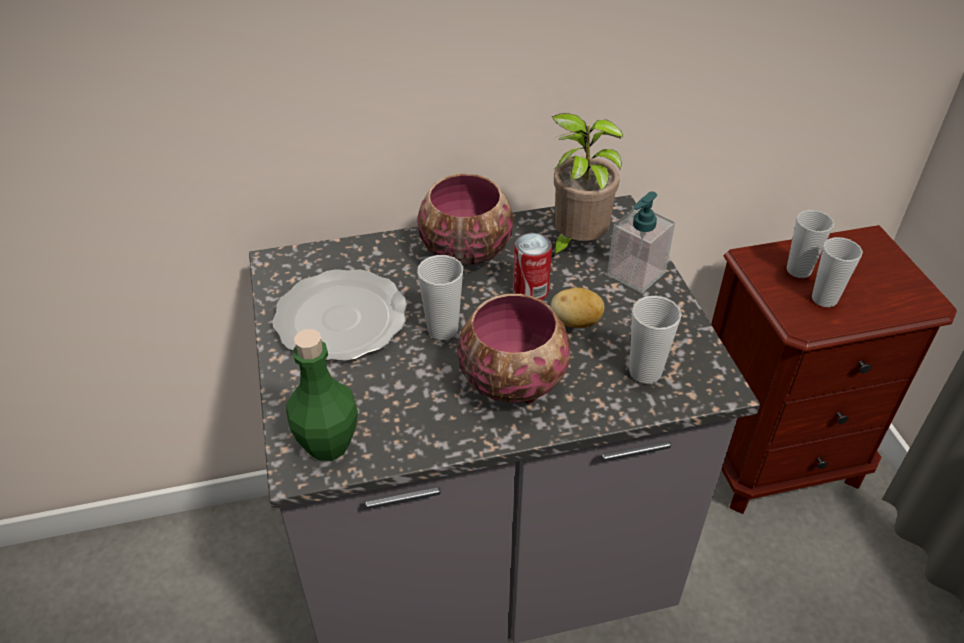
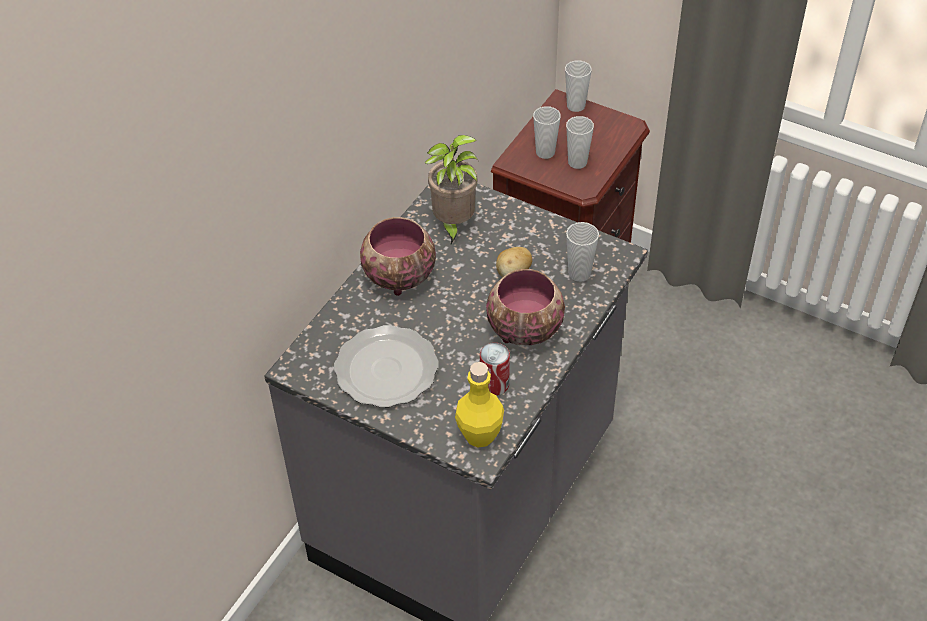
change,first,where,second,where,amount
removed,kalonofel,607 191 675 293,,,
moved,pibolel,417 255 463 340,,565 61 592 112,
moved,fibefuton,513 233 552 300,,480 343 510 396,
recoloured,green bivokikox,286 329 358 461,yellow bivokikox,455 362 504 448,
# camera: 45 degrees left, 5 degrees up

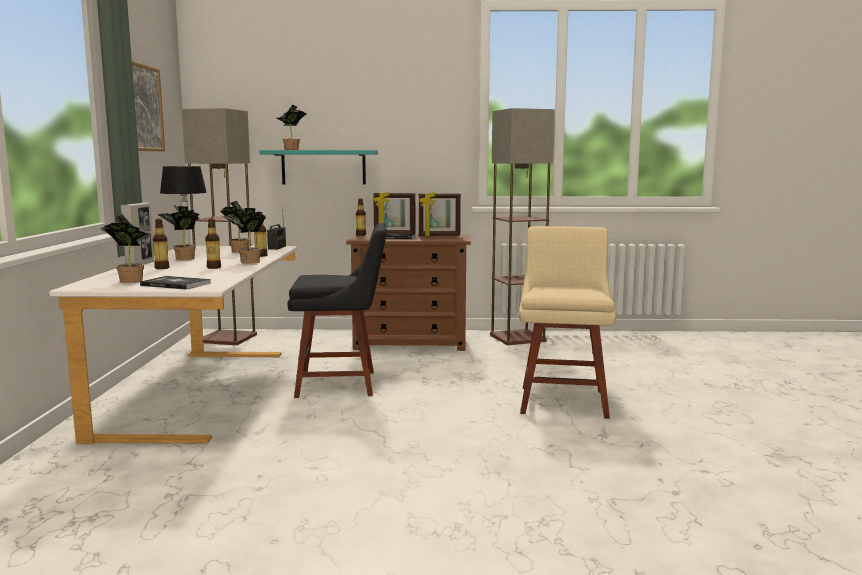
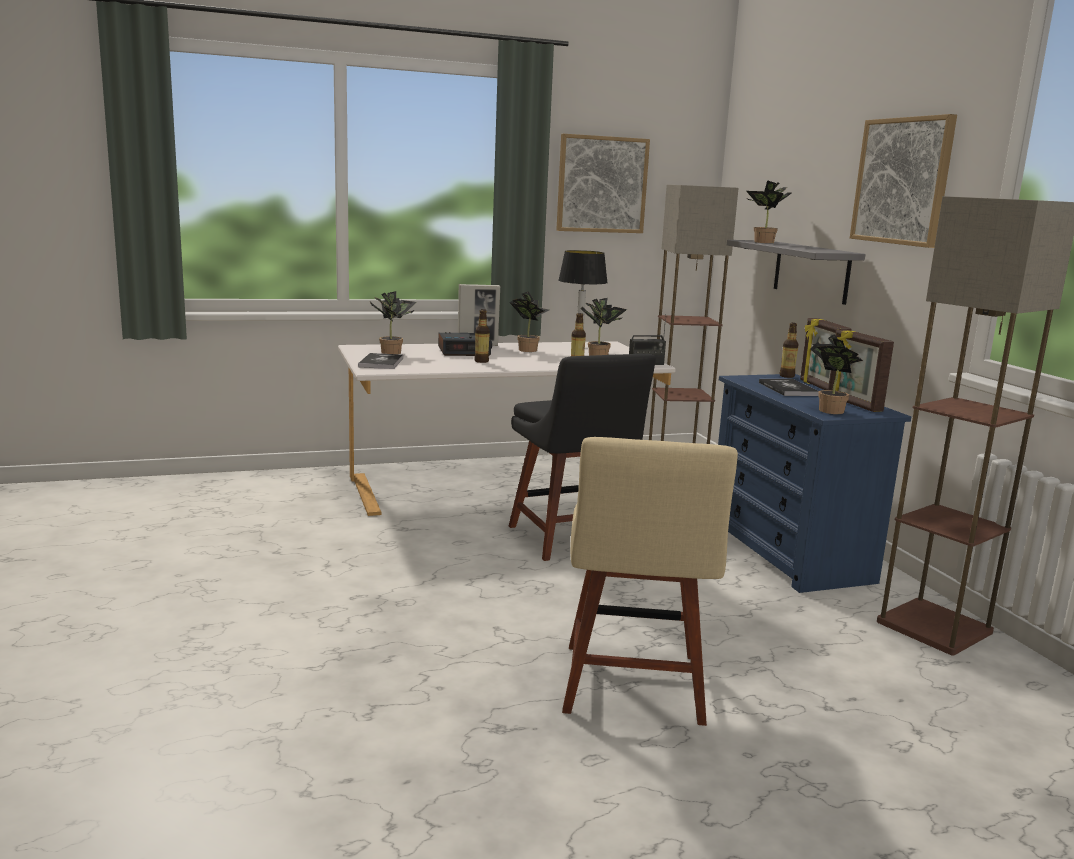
change,first,where,second,where,amount
added,,,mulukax,850 114 957 248,
moved,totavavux,222 207 266 264,,811 334 863 414,
replaced,bivokikox,153 219 169 269,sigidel,438 332 492 356,
recoloured,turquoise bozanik,259 150 378 185,grey bozanik,727 240 866 305,
recoloured,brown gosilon,346 234 471 351,blue gosilon,718 374 911 593,
turned,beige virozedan,519 226 616 419,,562 437 738 726,105 degrees clockwise
# camera: 70 degrees right, 5 degrees up

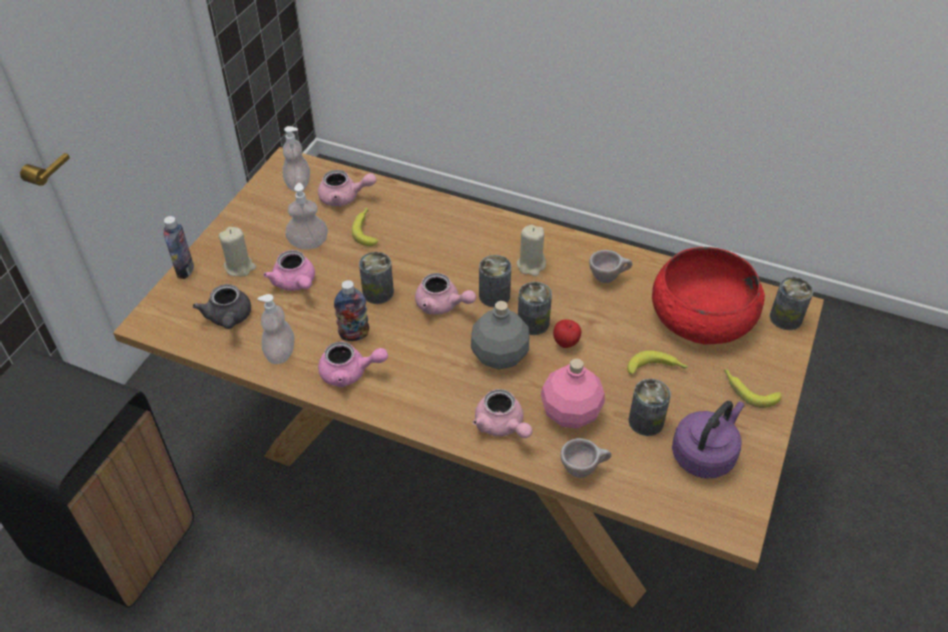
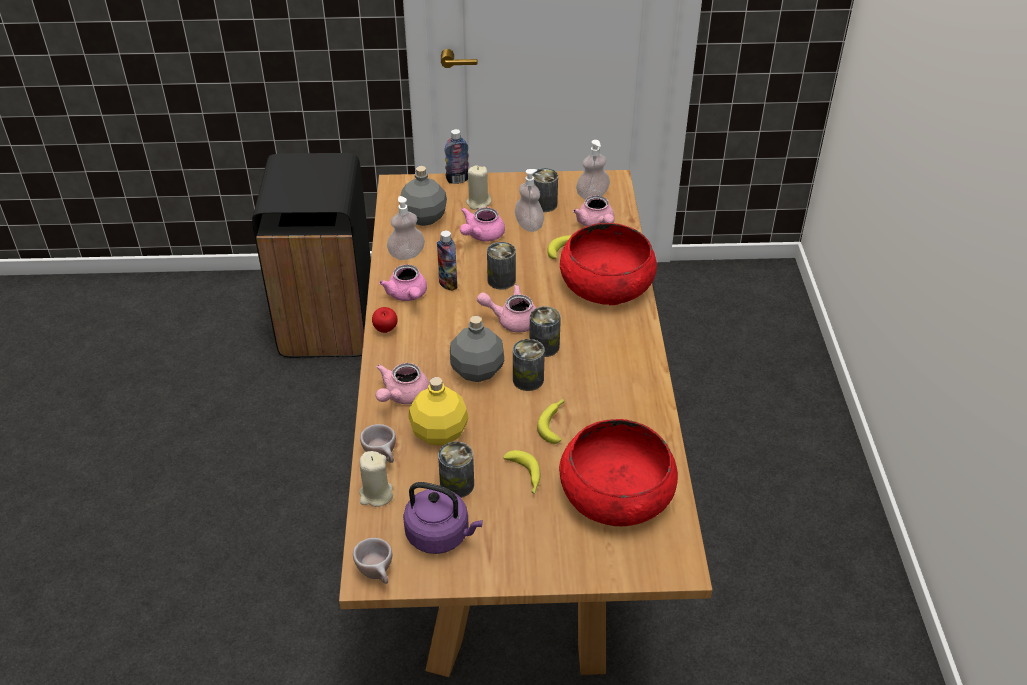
change,first,where,second,where,amount
added,,,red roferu,560 223 657 305,
moved,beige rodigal,517 224 546 276,,359 451 393 507,
moved,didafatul,553 319 581 348,,372 307 398 333,
moved,beige pibolel,589 250 632 283,,353 538 392 584,
moved,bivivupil,724 369 781 408,,537 398 564 444,
moved,fibefuton,770 277 813 330,,532 168 558 212,
replaced,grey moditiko,193 284 251 329,grey bivokikox,400 166 447 226,
recoloured,pink bivokikox,541 358 605 428,yellow bivokikox,409 377 468 445,
turned,pink moditiko,415 273 476 314,,477 284 536 333,90 degrees clockwise
# camera: 65 degrees right, 5 degrees down

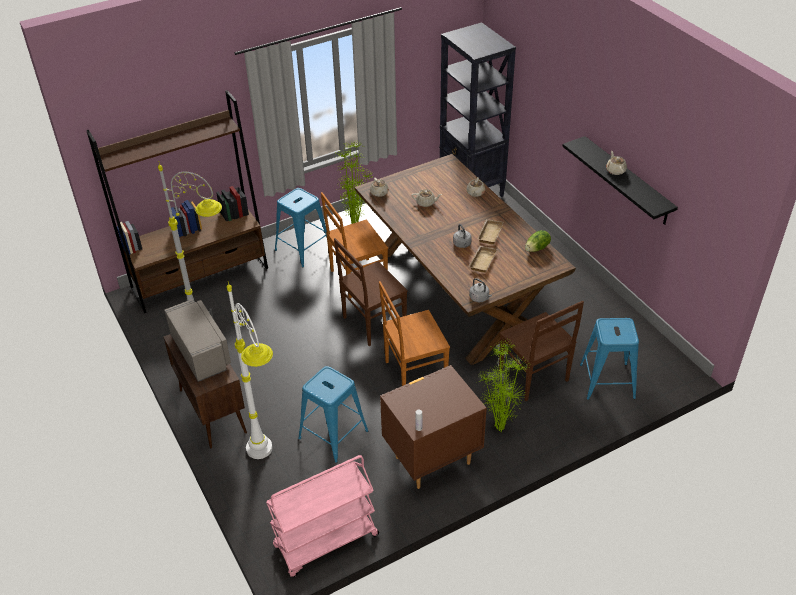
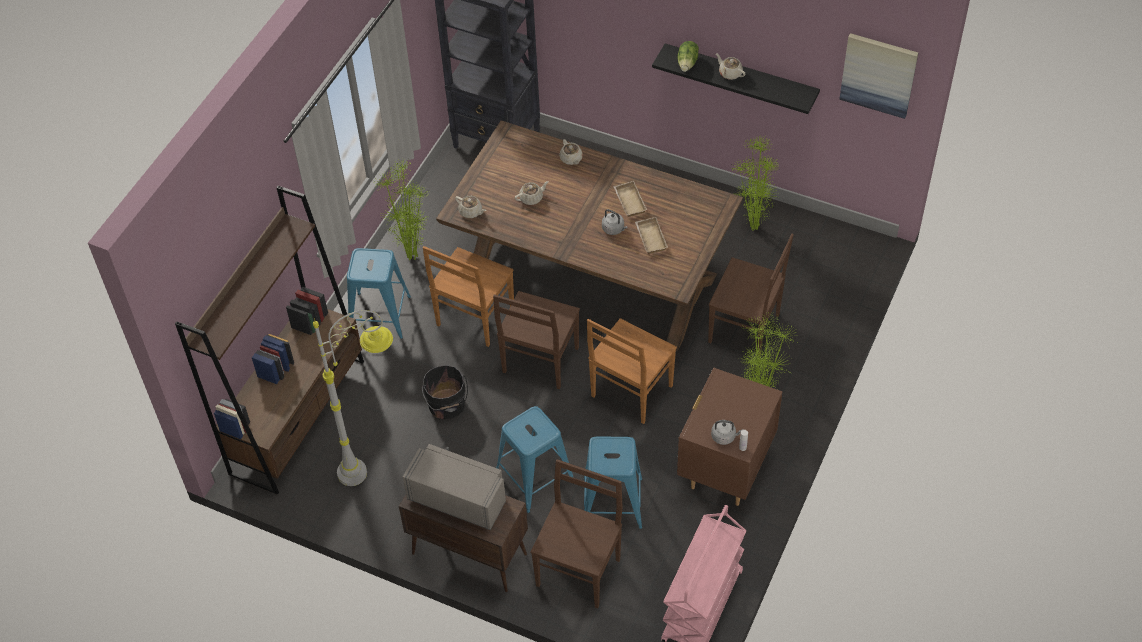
change,first,where,second,where,amount
added,,,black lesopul,422 365 468 419,
added,,,totavavux,730 136 780 231,
added,,,mulukax,839 33 918 119,
moved,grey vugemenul,469 278 492 302,,711 420 743 445,
moved,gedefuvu,525 230 551 252,,677 41 699 72,
moved,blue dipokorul,580 318 639 400,,496 406 574 513,
replaced,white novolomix,227 281 273 459,brown virozedan,530 459 623 609,
# camera: 35 degrees left, 10 degrees up

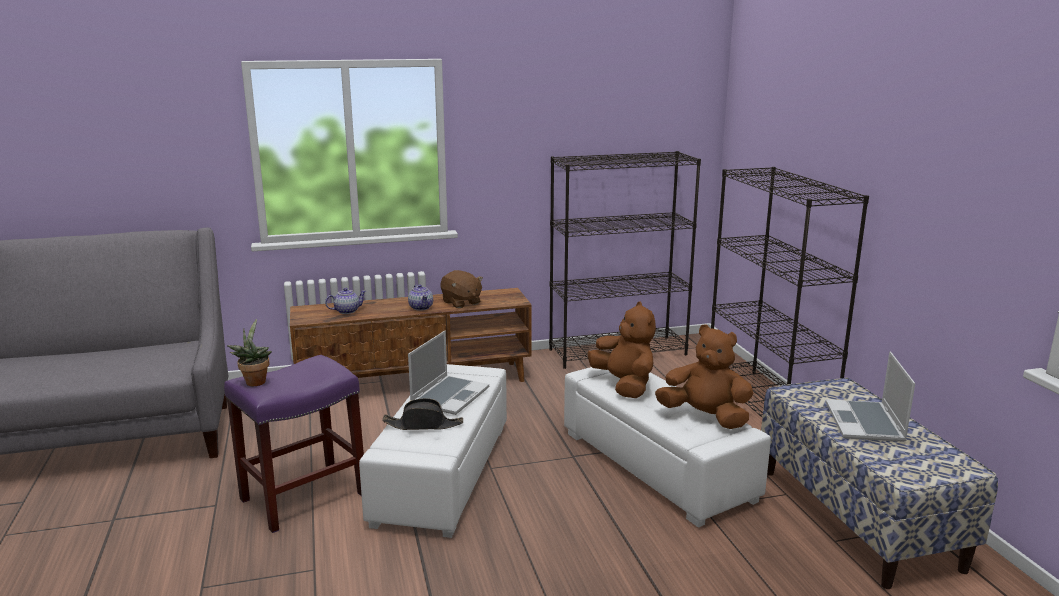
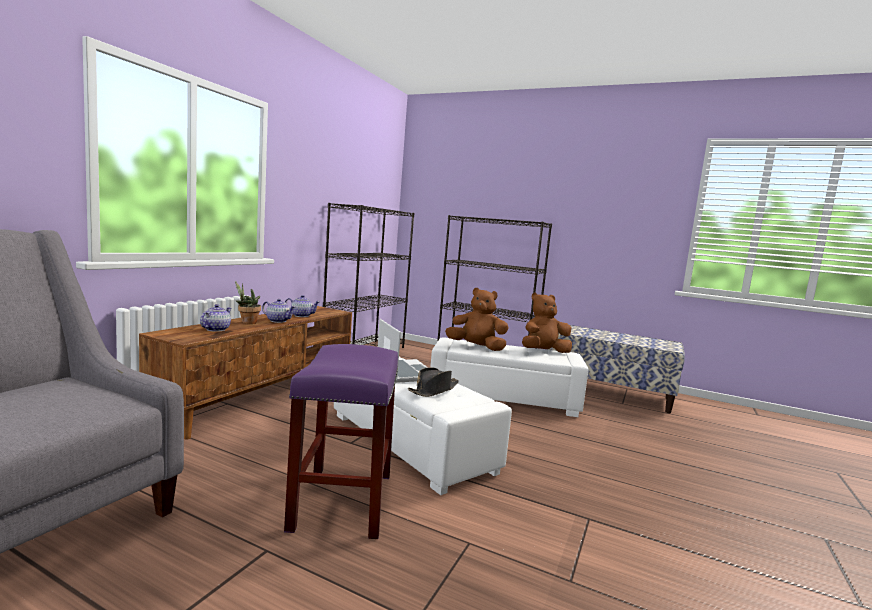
change,first,where,second,where,amount
removed,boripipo,826 351 915 442,,,
moved,totavavux,227 319 272 386,,235 281 261 324,
replaced,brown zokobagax,440 270 483 308,moditiko,285 295 320 317,
# camera: 50 degrees left, 10 degrees down

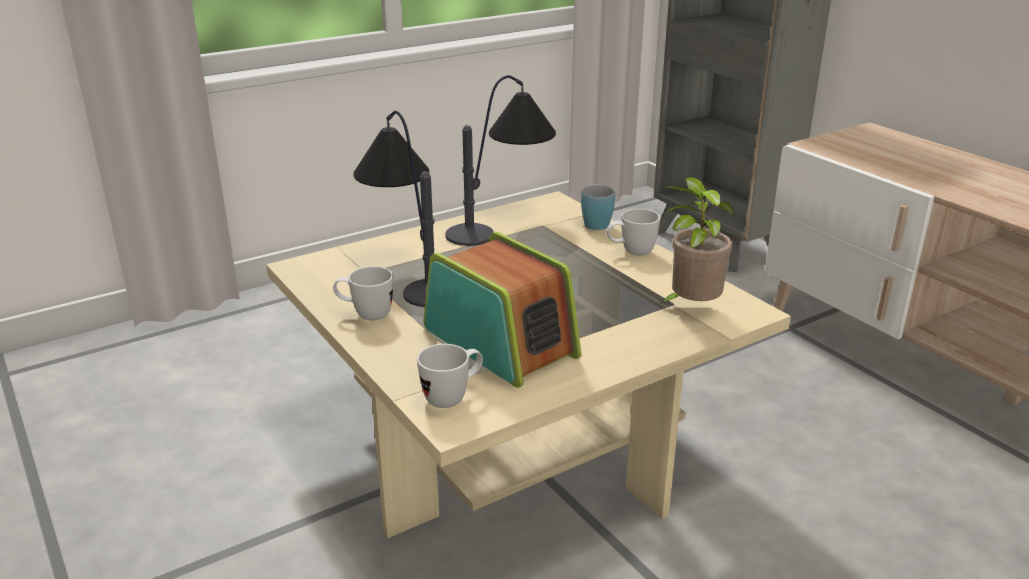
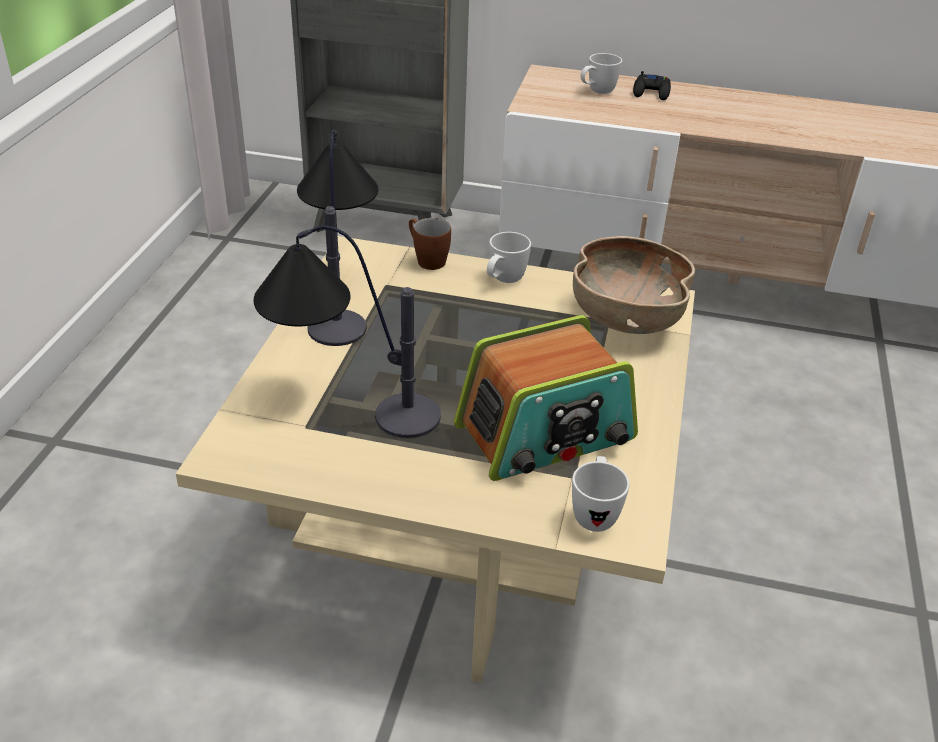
change,first,where,second,where,amount
added,,,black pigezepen,633 71 671 100,
moved,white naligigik,333 266 393 320,,580 53 622 94,
replaced,totavavux,659 177 734 304,brown roferu,573 236 695 334,
recoloured,blue naligigik,581 185 615 230,brown naligigik,409 218 451 270,
turned,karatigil,423 232 581 388,,454 315 638 481,150 degrees clockwise
# camera: 45 degrees left, 10 degrees up

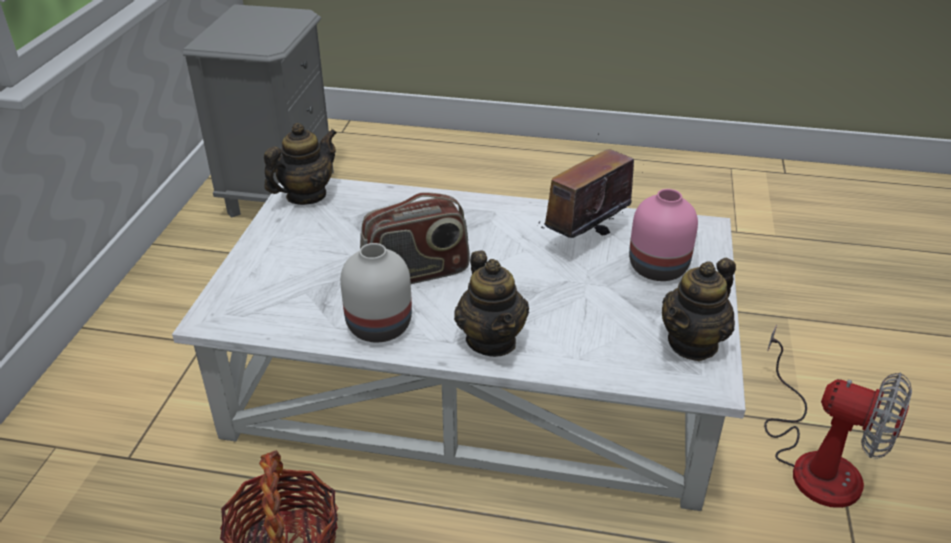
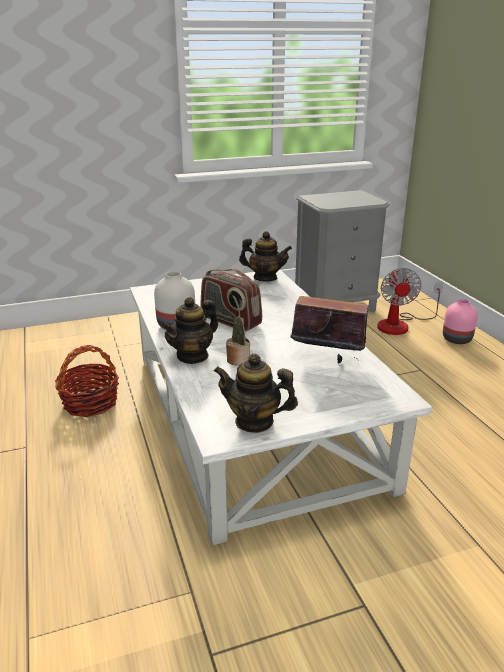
change,first,where,second,where,amount
added,,,totavavux,226 295 250 366,
moved,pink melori,629 189 698 281,,443 299 478 344,
moved,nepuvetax,764 324 912 508,,377 268 443 335,
# camera: 60 degrees right, 10 degrees down

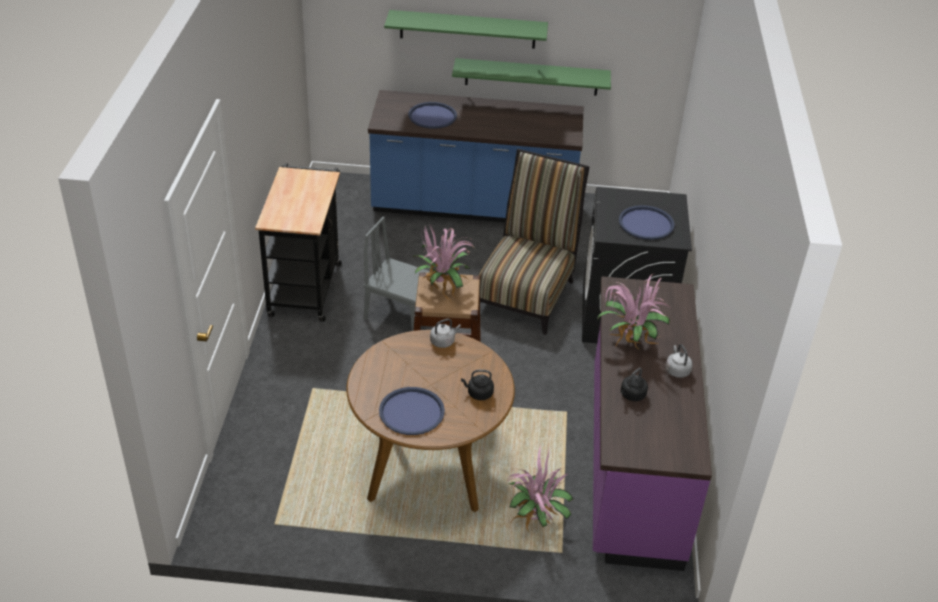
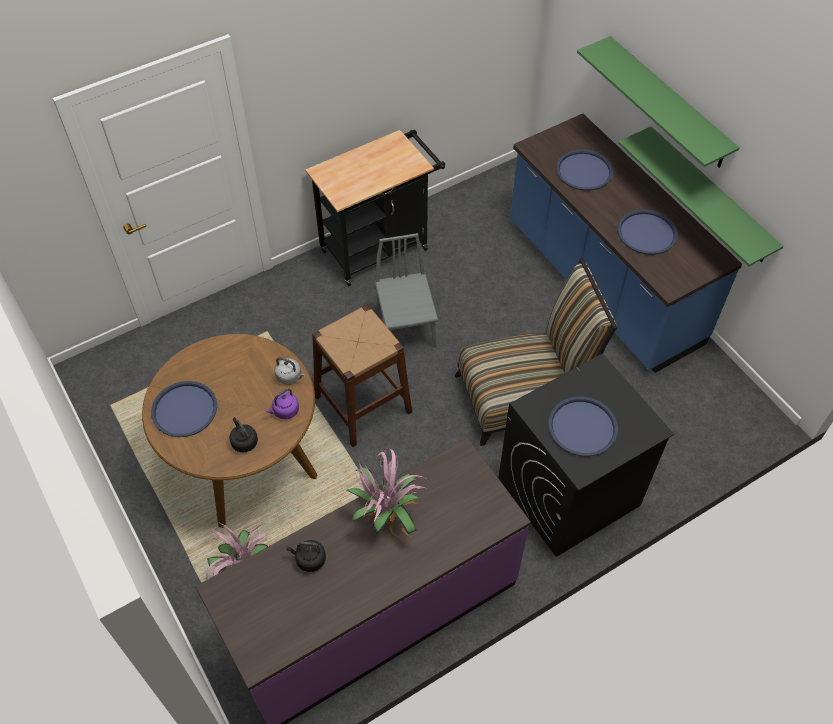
change,first,where,second,where,amount
removed,totavavux,412 224 475 301,,,
removed,grey vugemenul,666 344 693 378,,,
added,,,purple vugemenul,265 388 299 419,
added,,,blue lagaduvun,618 209 678 255,
# camera: 55 degrees right, 15 degrees up

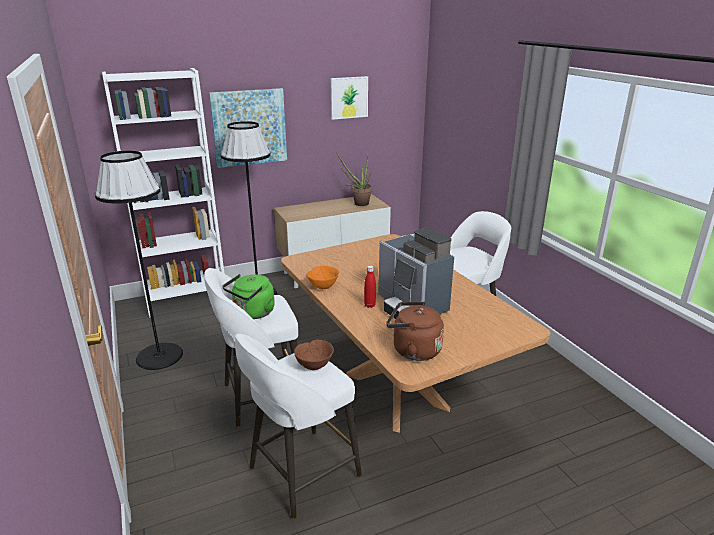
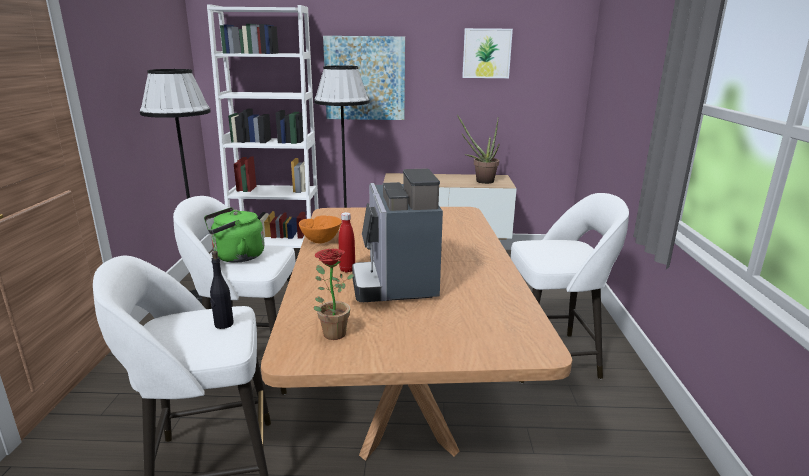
change,first,where,second,where,amount
replaced,brown roferu,294 340 334 370,black bivokikox,210 251 234 329,
replaced,brown vugemenul,386 301 444 361,totavavux,314 249 354 340,
# camera: 25 degrees right, 5 degrees down

